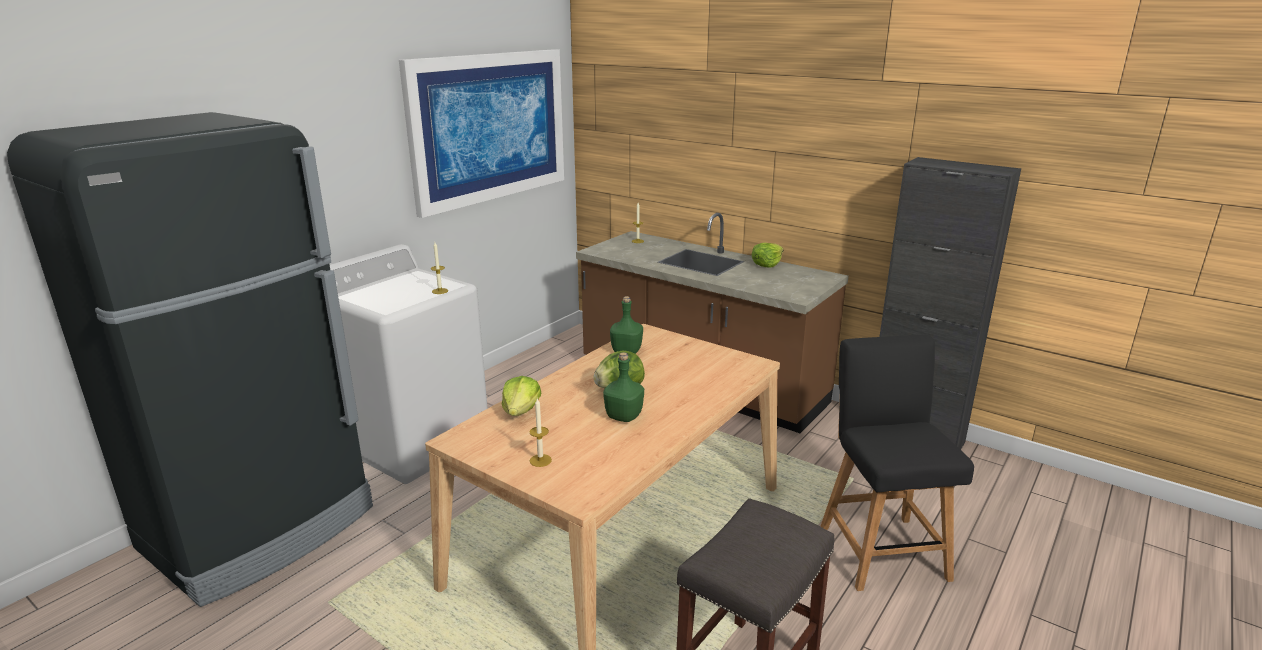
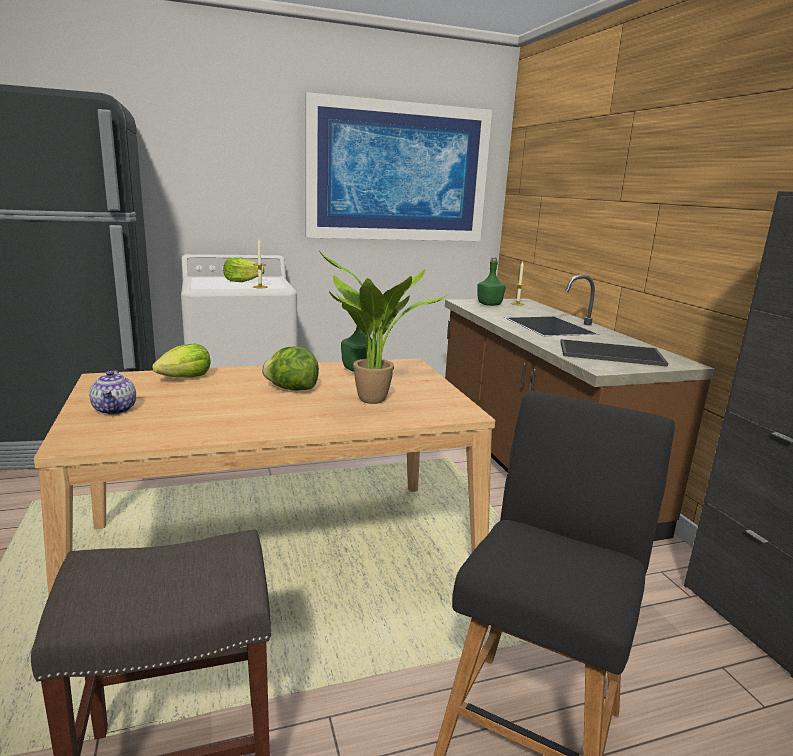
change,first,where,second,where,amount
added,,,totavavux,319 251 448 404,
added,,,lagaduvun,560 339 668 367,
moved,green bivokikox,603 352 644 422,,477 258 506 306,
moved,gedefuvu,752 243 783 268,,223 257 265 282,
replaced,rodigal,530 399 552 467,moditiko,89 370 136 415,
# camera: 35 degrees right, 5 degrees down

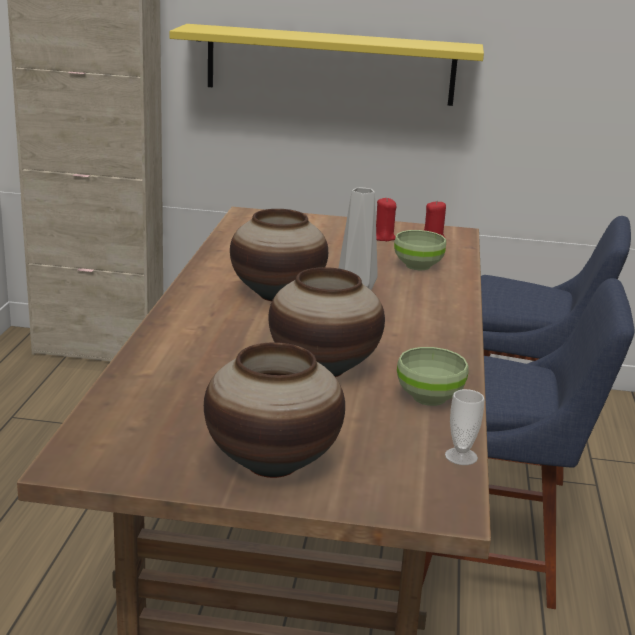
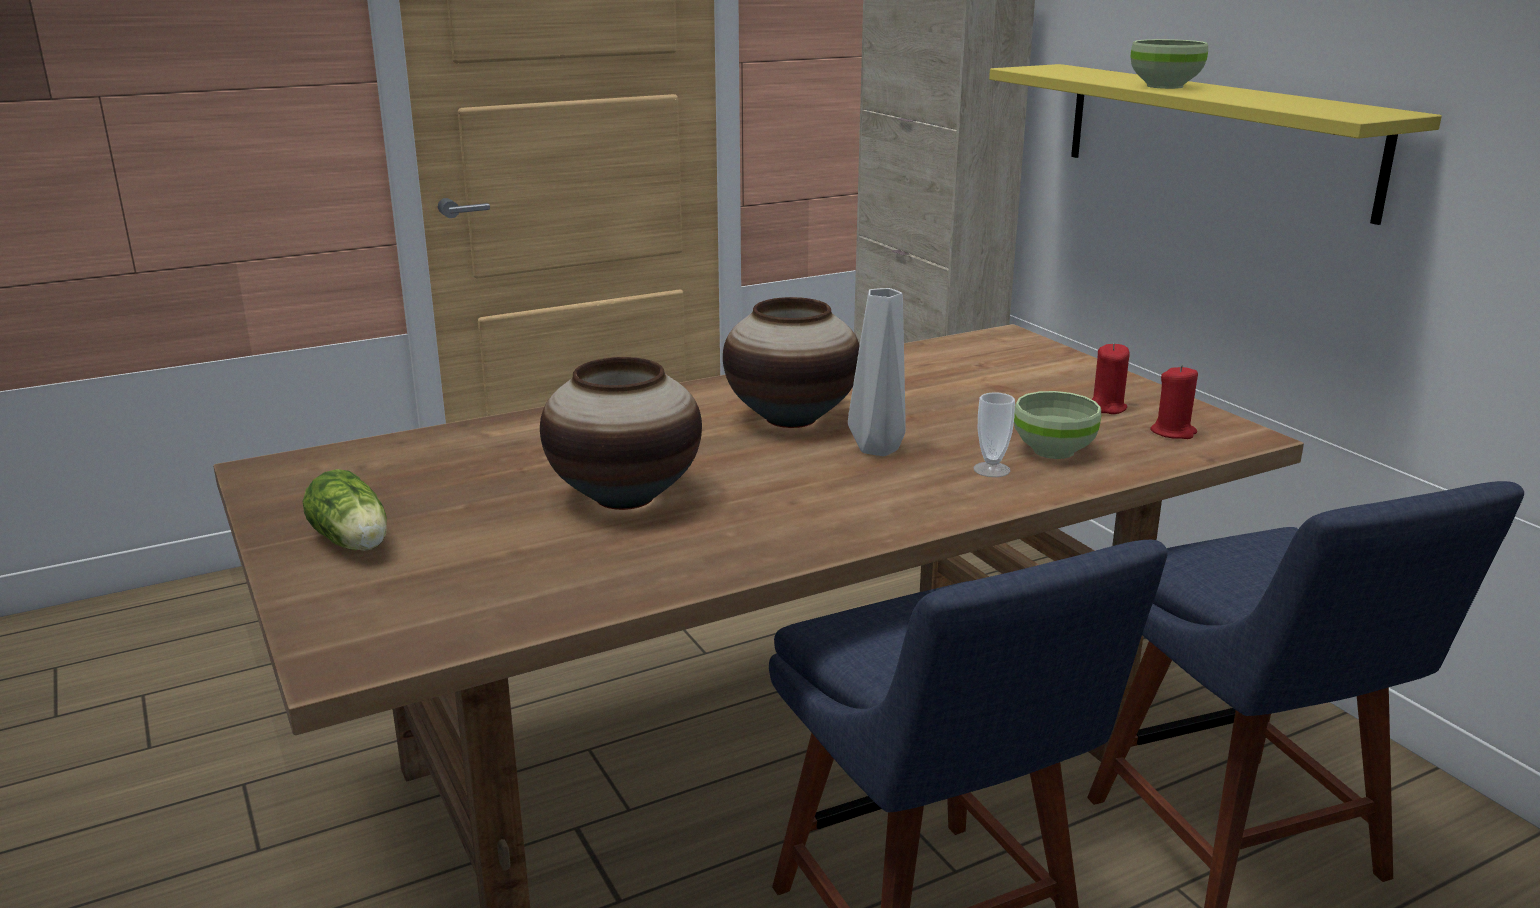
change,first,where,second,where,amount
moved,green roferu,397 347 469 406,,1130 39 1208 89,
moved,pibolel,445 389 485 465,,974 392 1015 477,
replaced,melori,204 342 345 478,gedefuvu,303 469 387 551,
# camera: 55 degrees right, 0 degrees up

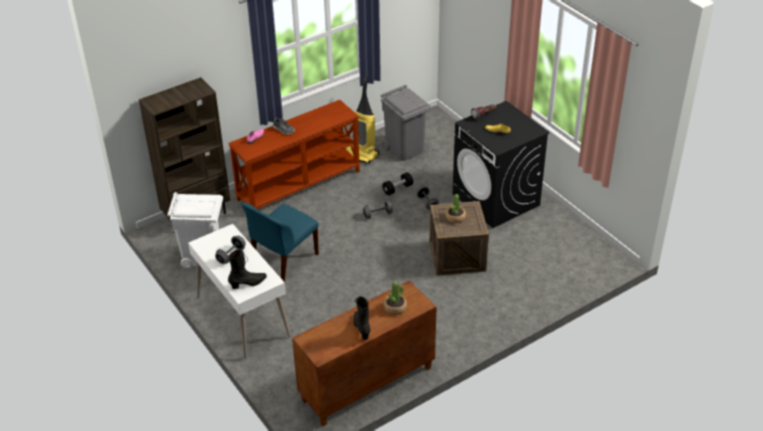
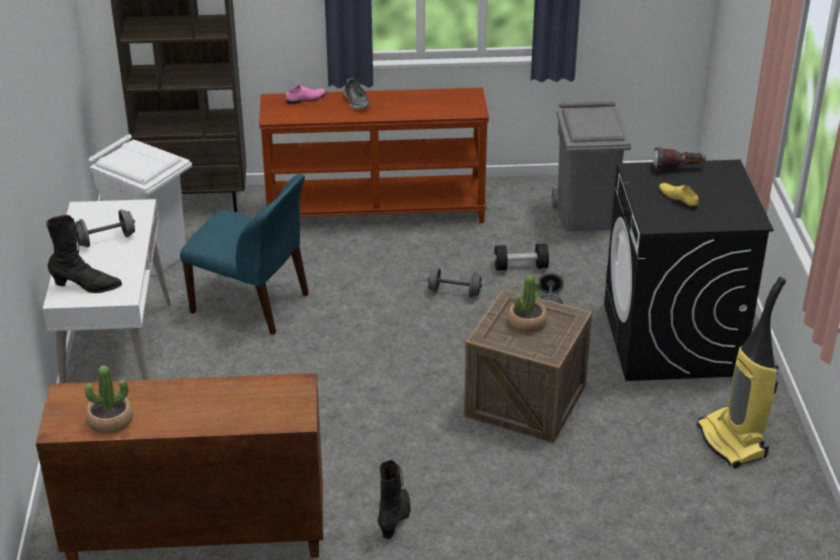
change,first,where,second,where,amount
moved,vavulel,346 75 379 164,,697 277 786 468,
moved,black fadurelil,353 296 371 340,,378 459 411 539,
moved,totavavux,384 281 407 315,,85 365 133 434,
turned,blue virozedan,242 202 319 282,,180 174 309 335,135 degrees counterclockwise
# camera: 30 degrees right, 5 degrees down

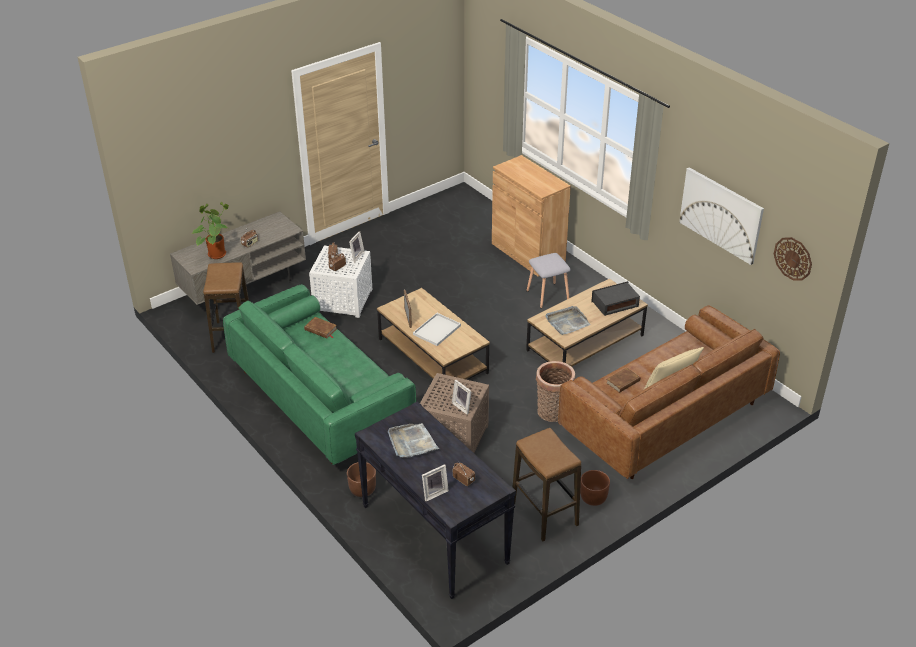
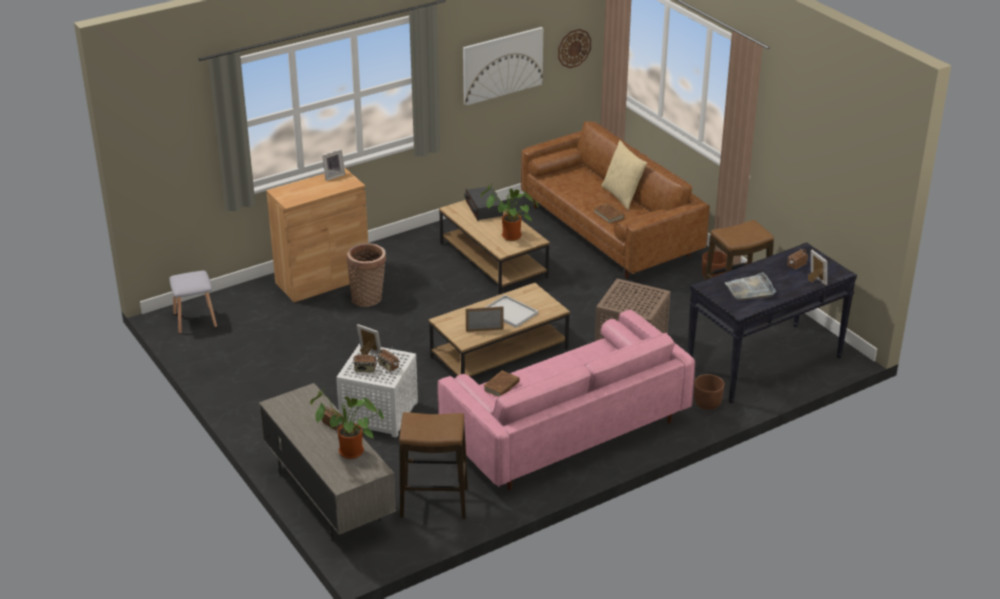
change,first,where,second,where,amount
moved,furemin,452 380 472 415,,322 149 345 181,
moved,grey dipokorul,527 253 571 308,,169 271 217 334,
moved,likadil,536 361 575 422,,347 243 386 307,
replaced,grey lagaduvun,545 306 591 335,totavavux,481 184 539 241,
recoloured,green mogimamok,223 284 416 465,pink mogimamok,437 309 695 490,
# camera: 85 degrees left, 5 degrees down

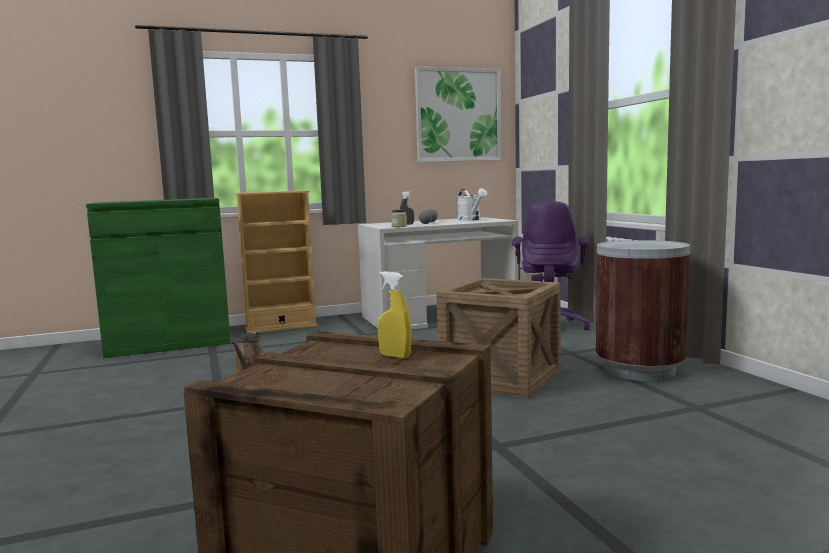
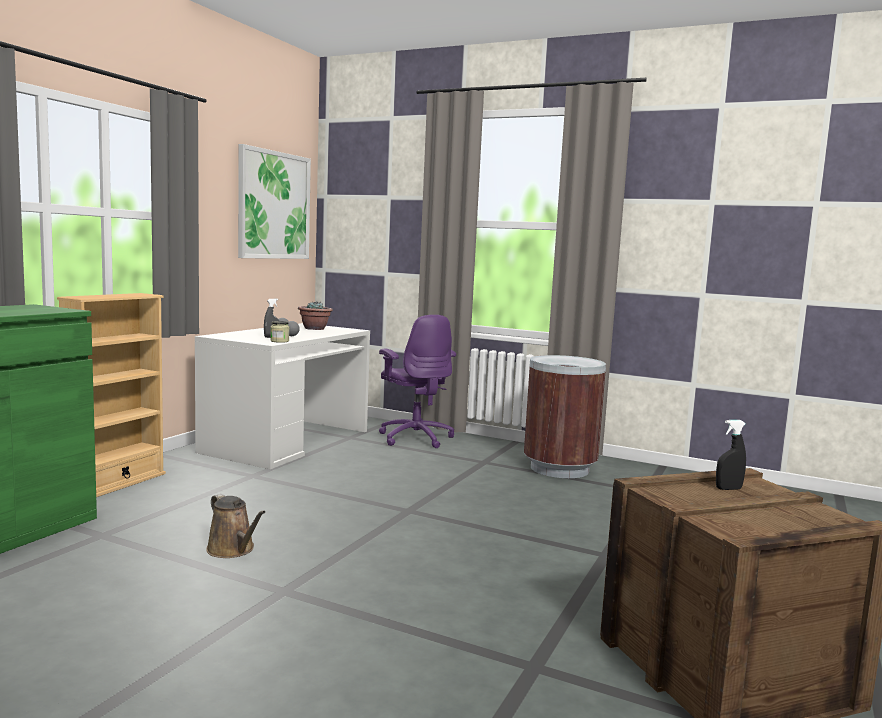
change,first,where,second,where,amount
removed,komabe,436 278 561 398,,,
replaced,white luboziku,458 188 487 221,totavavux,298 301 333 330,
recoloured,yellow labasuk,378 271 412 359,black labasuk,716 420 746 490,
# camera: 45 degrees left, 0 degrees up

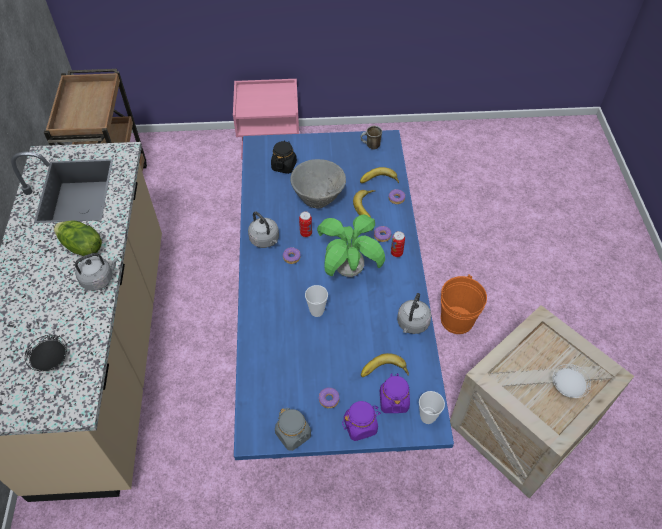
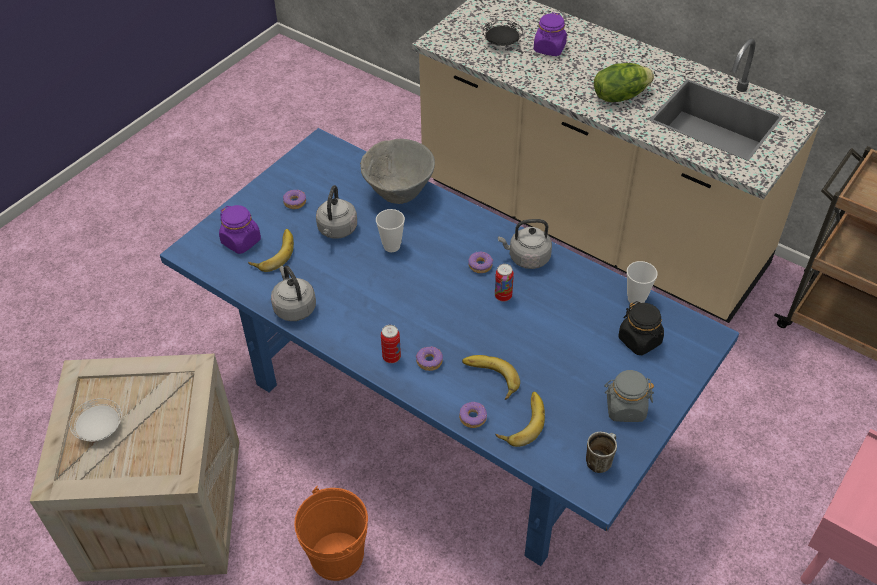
change,first,where,second,where,amount
removed,totavavux,317 214 385 277,,,
moved,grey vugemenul,75 253 118 291,,316 185 357 239,
moved,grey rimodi,275 408 311 451,,604 370 654 422,
moved,grey roferu,290 159 346 208,,360 139 435 204,
moved,purple rimodi,342 401 381 441,,534 12 567 56,
moved,pibolel,419 391 445 424,,627 261 658 304,
# camera: 130 degrees right, 5 degrees down

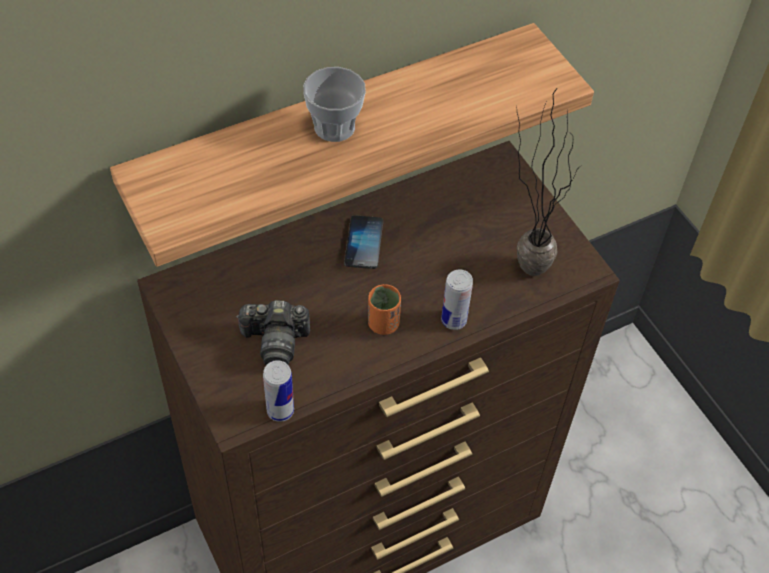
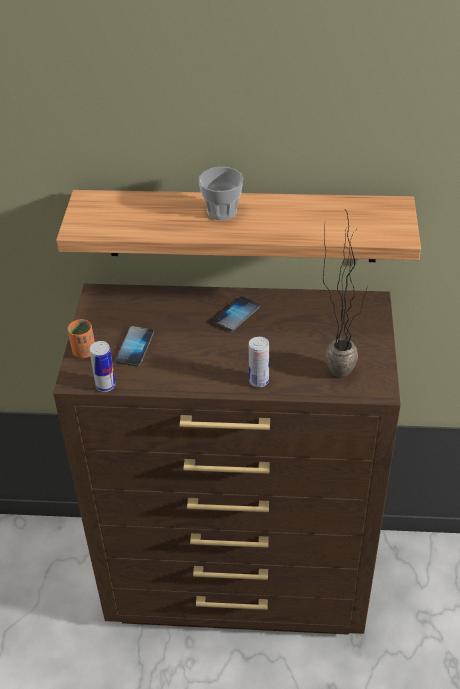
change,first,where,second,where,amount
moved,orange pibolel,368 284 401 335,,68 319 95 358,
replaced,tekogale,236 300 310 365,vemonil,115 326 154 367,
# camera: 35 degrees right, 10 degrees down

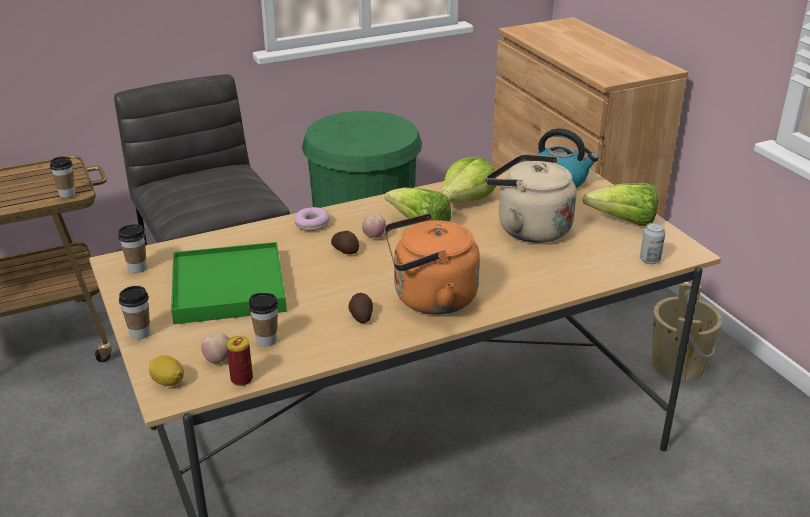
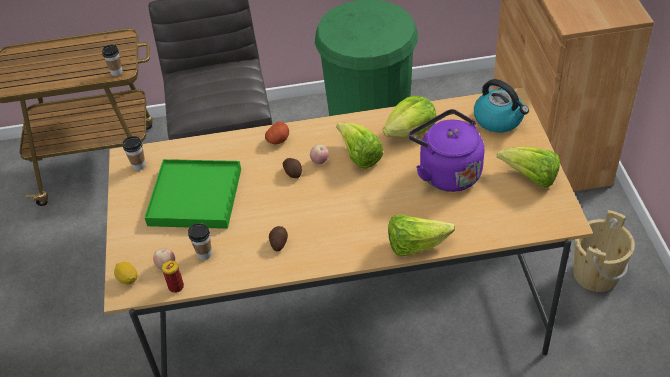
change,first,where,second,where,amount
removed,pibolel,119 286 150 340,,,
removed,orange vugemenul,384 213 480 314,,,
removed,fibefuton,640 223 665 264,,,
added,,,gedefuvu,388 214 455 256,
replaced,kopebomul,295 207 330 231,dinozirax,265 121 289 145,
recoloured,beige vugemenul,486 154 577 243,purple vugemenul,409 109 484 192,
# camera: 20 degrees right, 15 degrees up

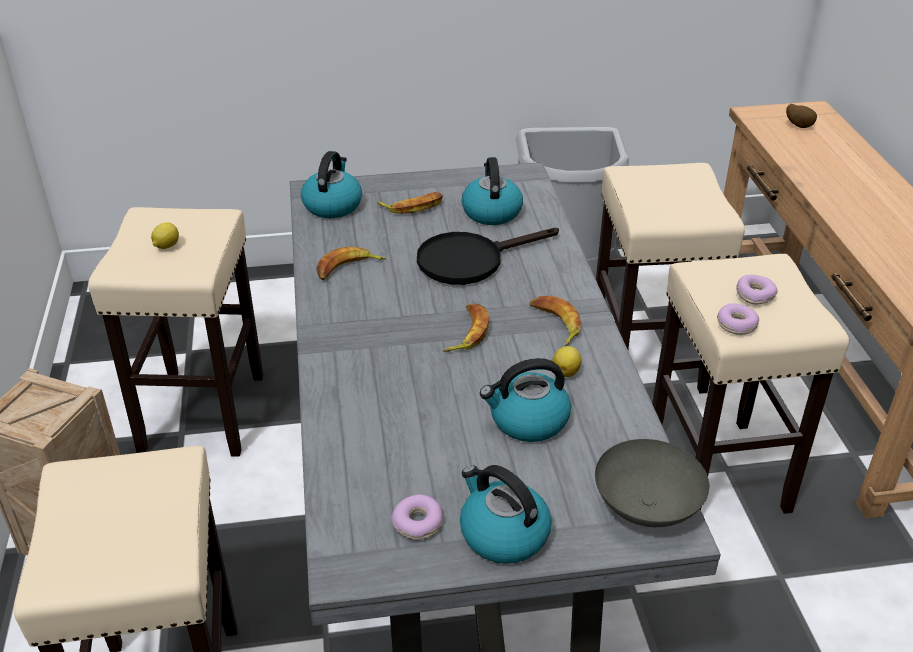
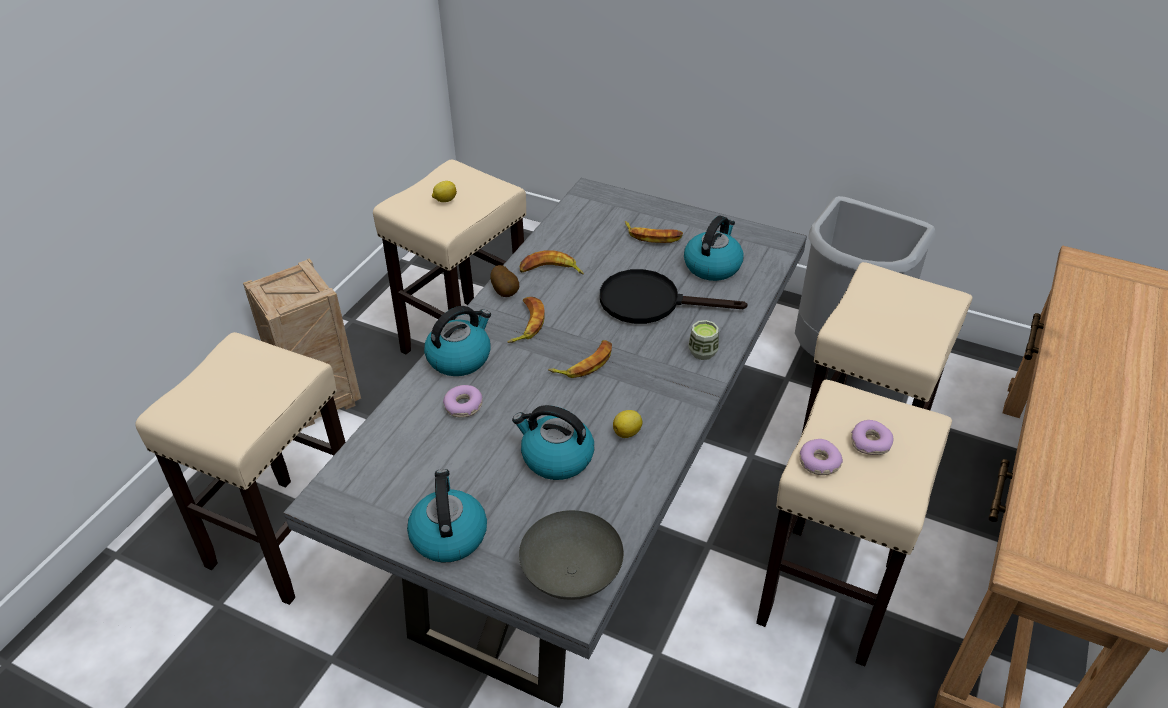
change,first,where,second,where,amount
added,,,pibolel,688 320 719 360,
moved,vugemenul,301 151 362 218,,424 306 491 376,
moved,kopebomul,391 494 443 540,,443 385 483 418,
moved,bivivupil,530 296 581 346,,508 297 545 343,
moved,dinozirax,786 104 817 128,,490 265 519 297,
# camera: 35 degrees right, 5 degrees up

